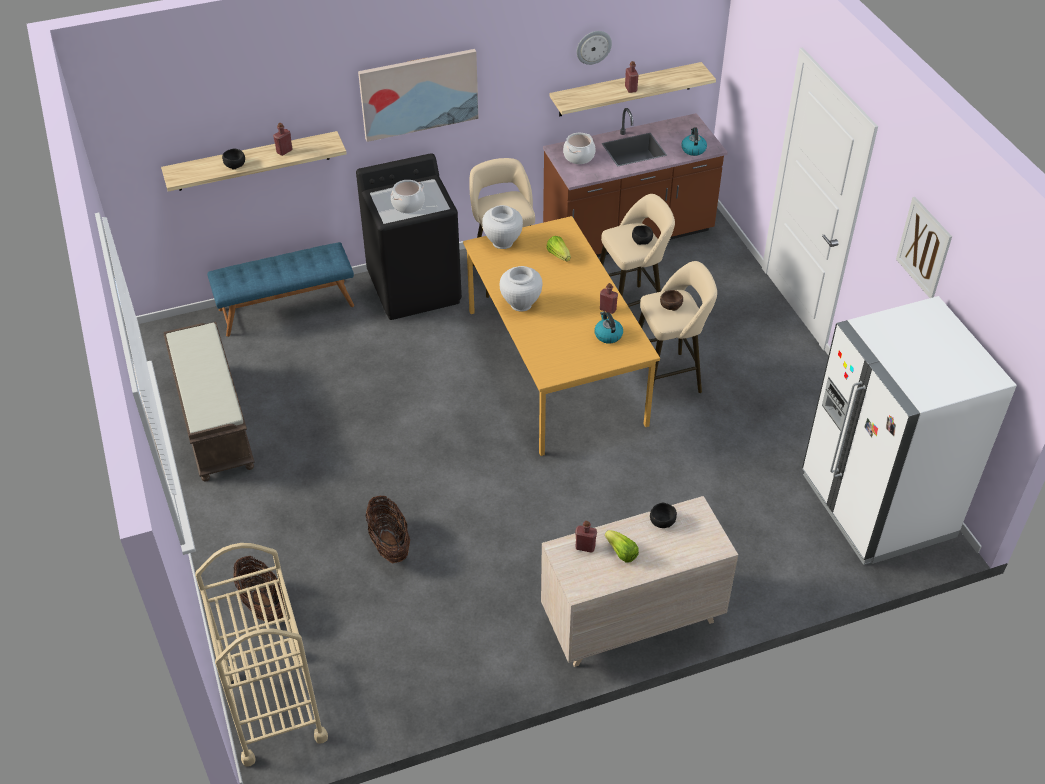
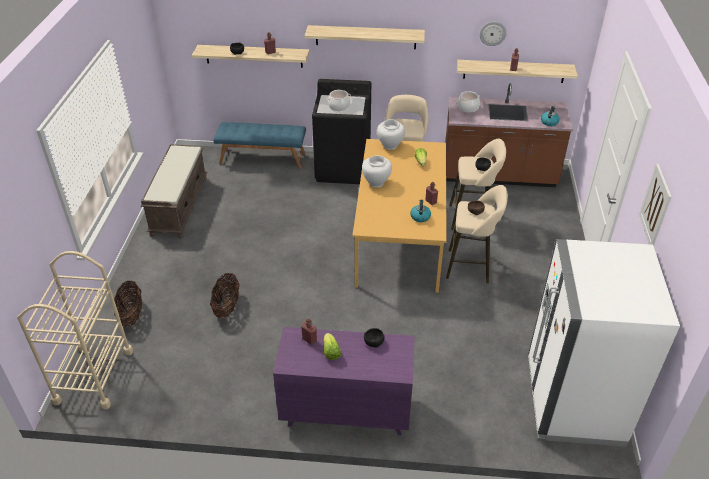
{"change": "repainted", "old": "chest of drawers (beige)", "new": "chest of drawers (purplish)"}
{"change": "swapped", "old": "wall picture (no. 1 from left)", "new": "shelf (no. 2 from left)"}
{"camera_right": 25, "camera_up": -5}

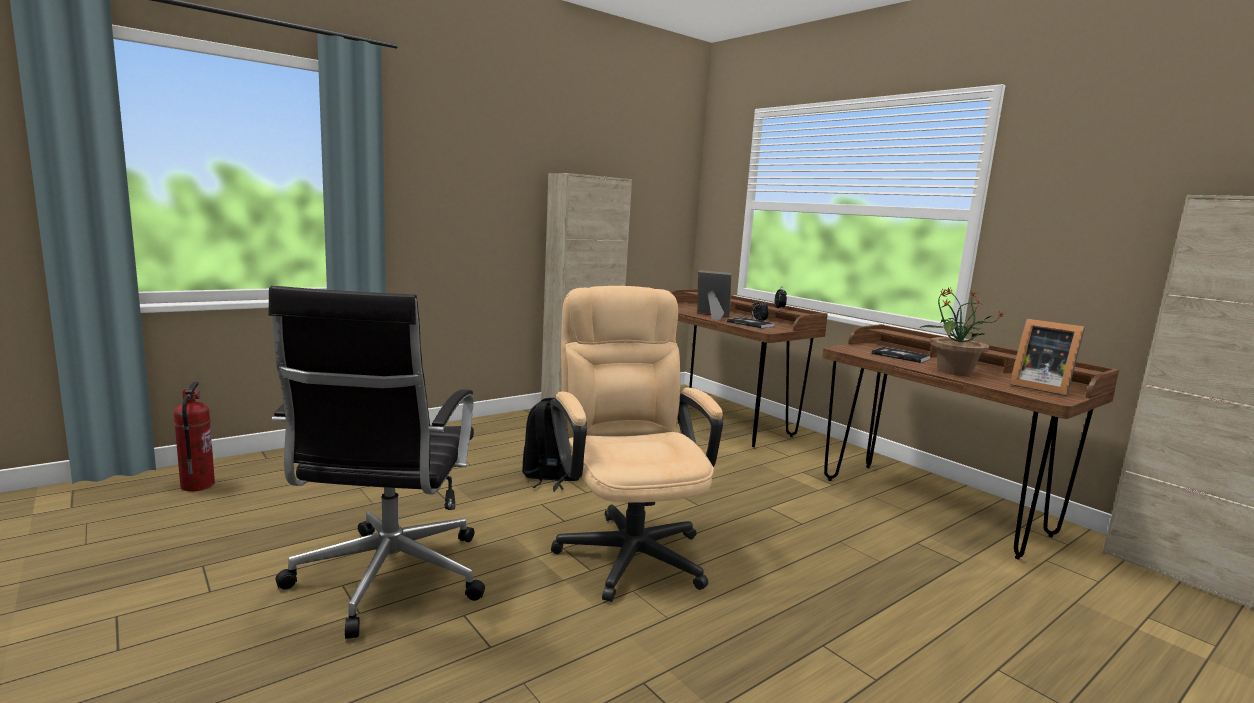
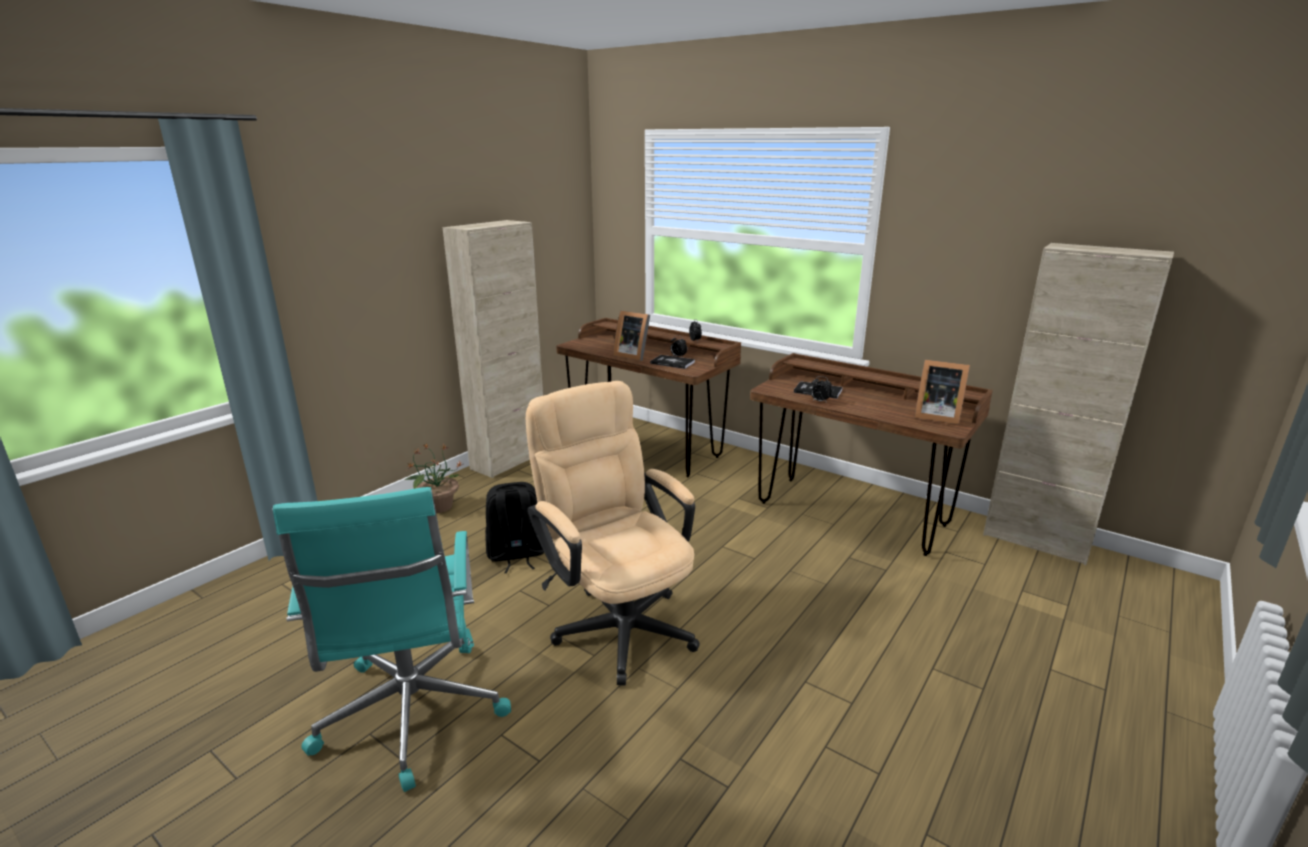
{"change": "repainted", "old": "desk chair (black)", "new": "desk chair (blue-green)"}
{"change": "shifted", "old": "houseplant"}
{"change": "rotated", "old": "standing frame (no. 1 from left)", "degrees": -150}
{"change": "new", "new": "table clock (no. 3 from left)"}
{"change": "gone", "old": "extinguisher"}
{"camera_right": -15, "camera_up": 10}

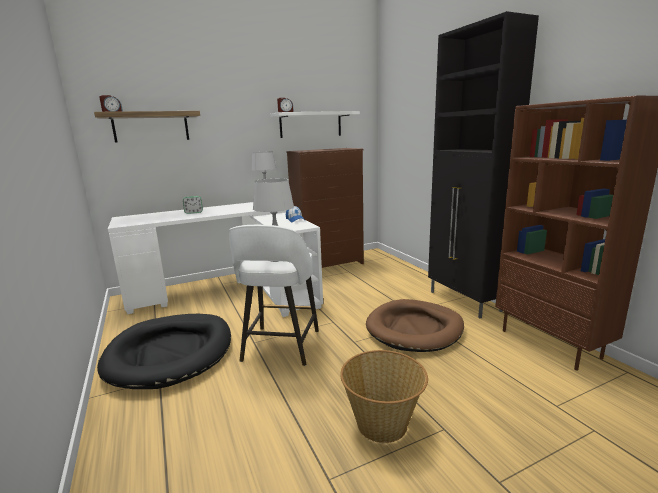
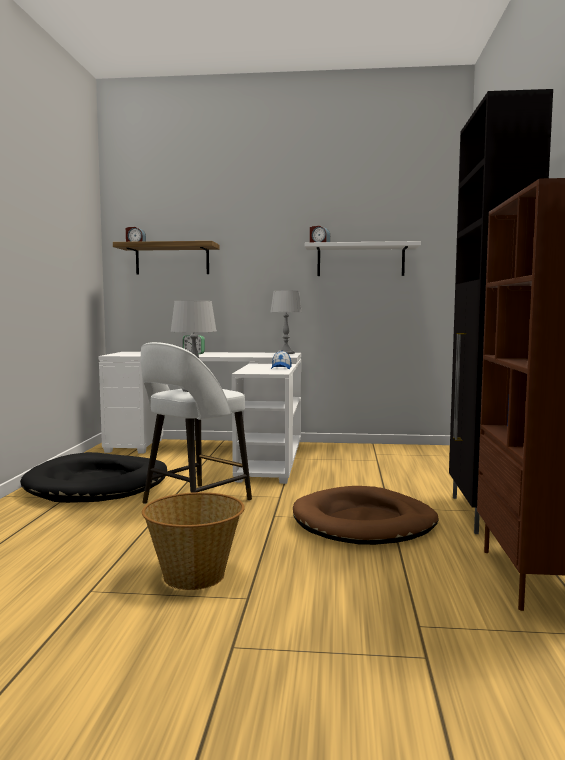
{"change": "gone", "old": "chest of drawers (brown-coloured)"}
{"camera_right": 30, "camera_up": -10}

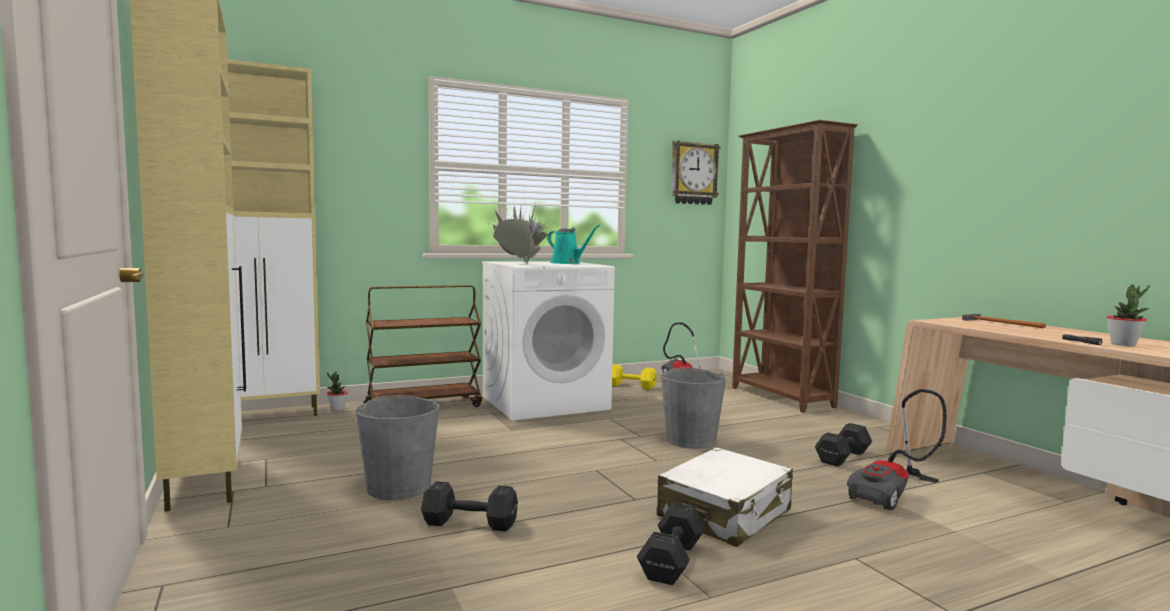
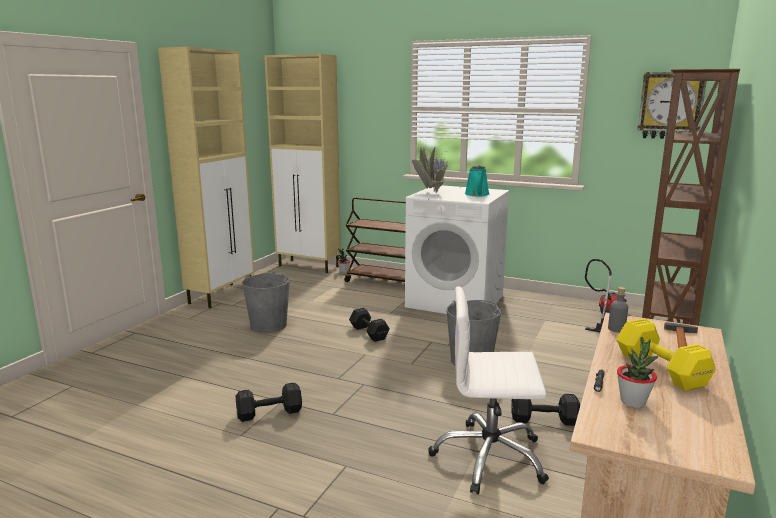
{"change": "shifted", "old": "hand weight (black) (no. 1 from left in the first image)", "new": "hand weight (black) (no. 2 from left)"}
{"change": "swapped", "old": "hoover (no. 2 from left)", "new": "desk chair (whitish)"}
{"change": "new", "new": "bottle (gray)"}
{"change": "shifted", "old": "hand weight (yellowish)"}
{"change": "gone", "old": "piece of luggage (whitish)"}
{"camera_right": 50, "camera_up": 10}

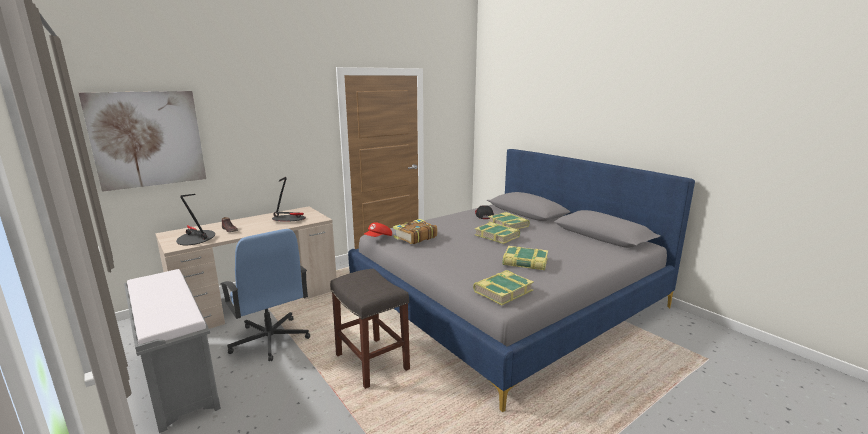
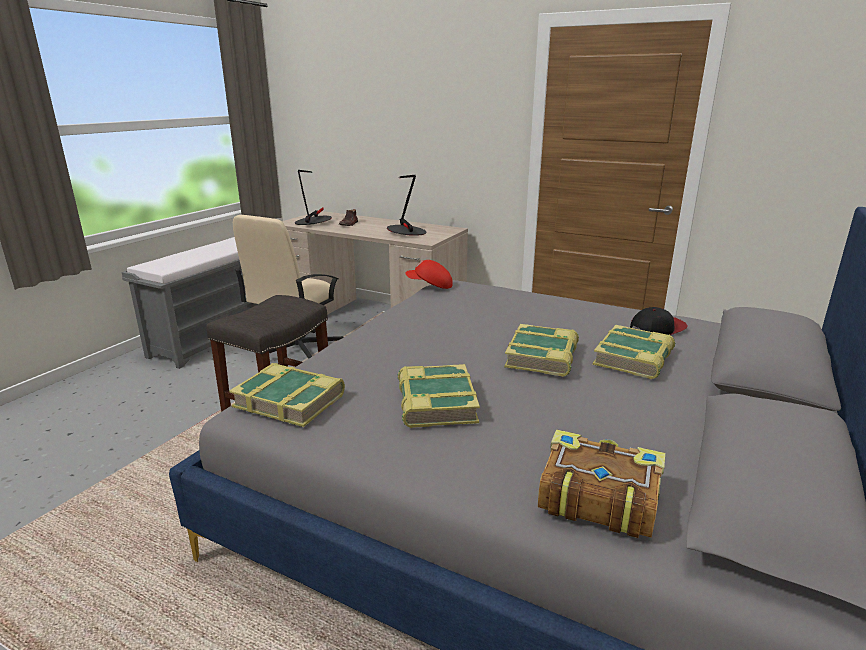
{"change": "repainted", "old": "desk chair (bluish)", "new": "desk chair (beige)"}
{"change": "shifted", "old": "book (no. 1 from left in the first image)", "new": "book (no. 4 from left)"}
{"change": "gone", "old": "wall picture"}
{"camera_right": 65, "camera_up": 5}

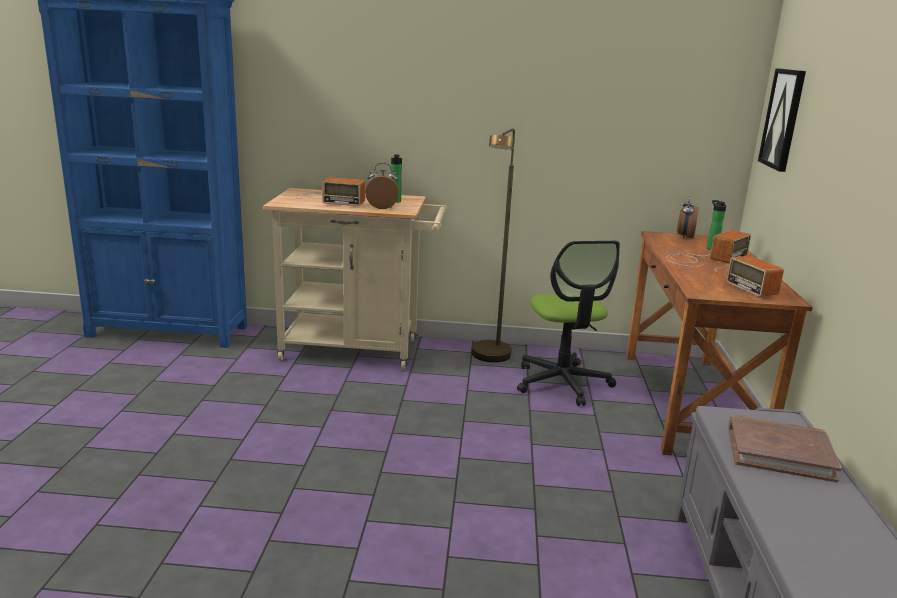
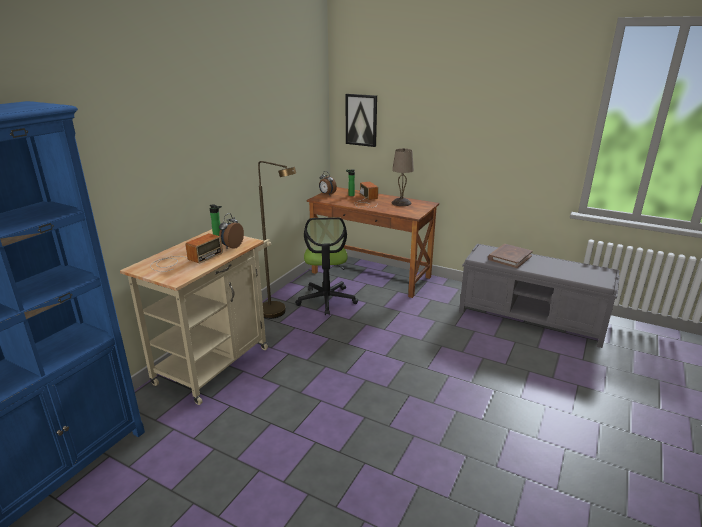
{"change": "rotated", "old": "desk chair", "degrees": 75}
{"change": "swapped", "old": "radio receiver (no. 3 from left)", "new": "lamp for a table (beige)"}
{"camera_right": -65, "camera_up": 5}

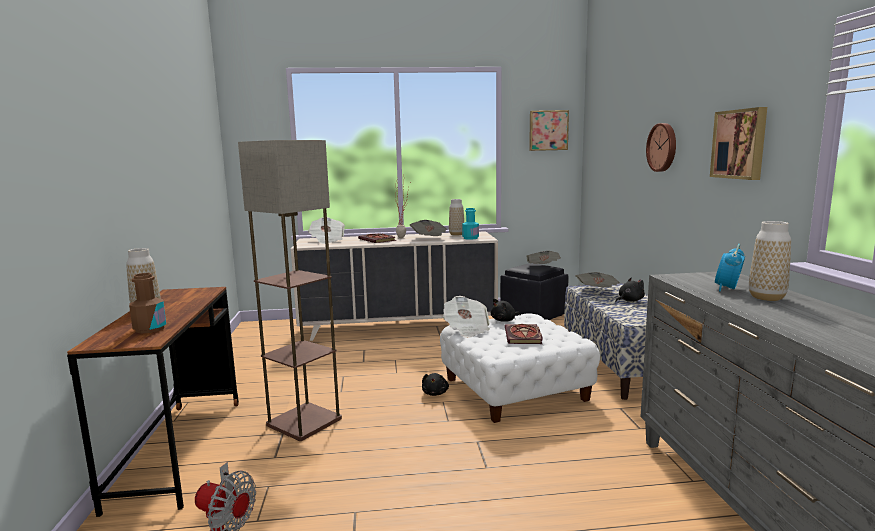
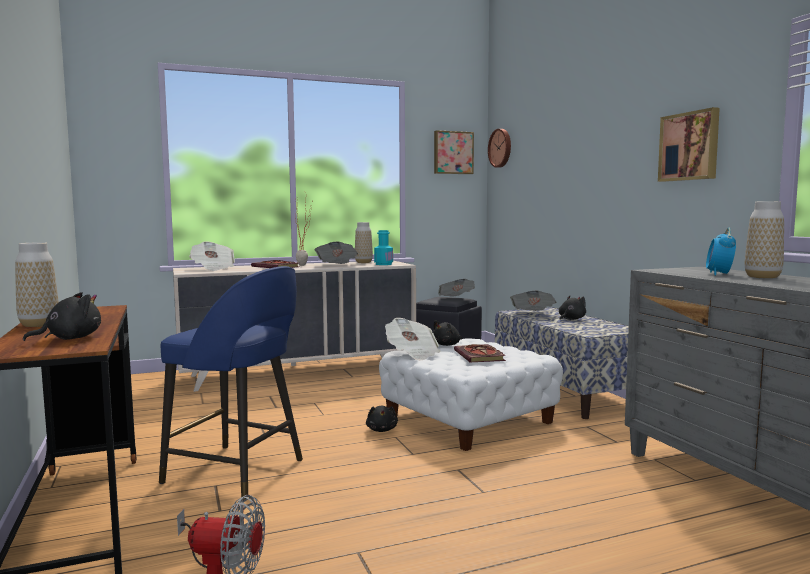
{"change": "swapped", "old": "bottle (brown-coloured)", "new": "cuddly toy (black) (no. 1 from left)"}
{"change": "swapped", "old": "standard lamp", "new": "sitting stool (bluish)"}
{"change": "shifted", "old": "clock on the wall"}
{"camera_right": -15, "camera_up": -5}

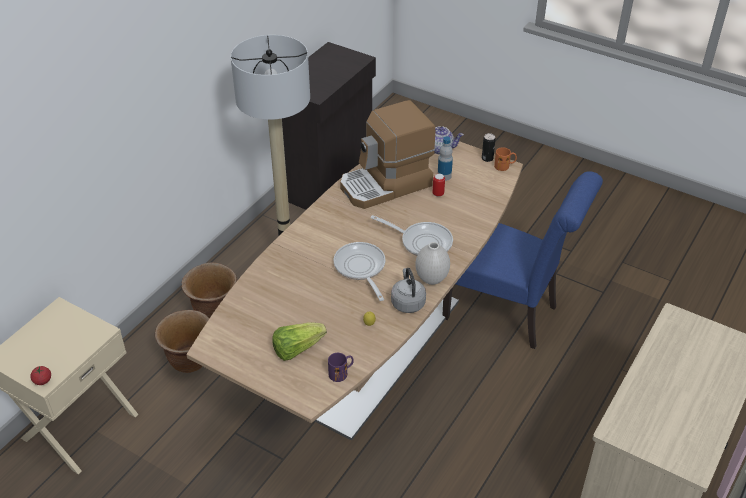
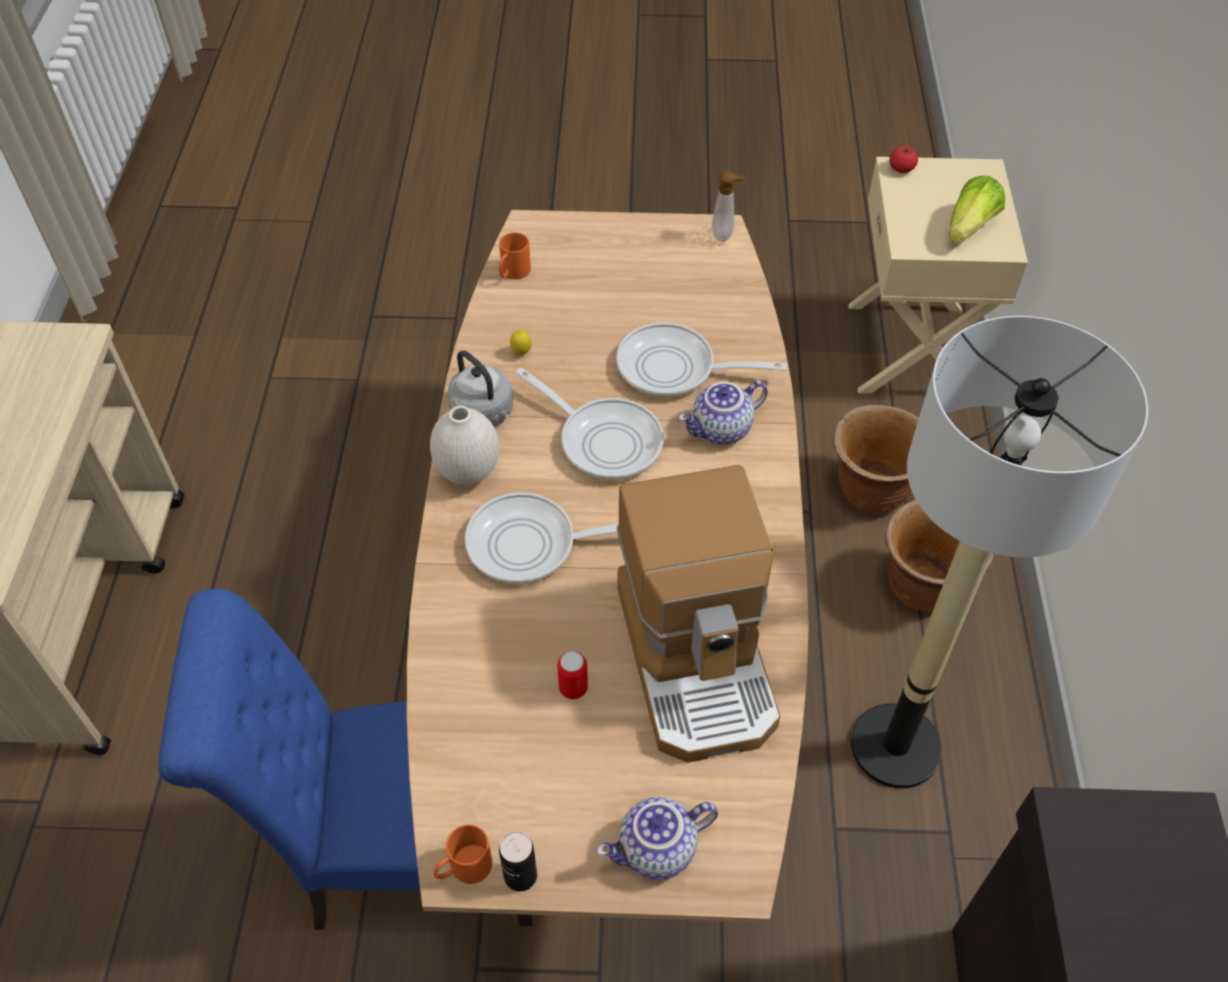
{"change": "repainted", "old": "coffee mug (purplish)", "new": "coffee mug (orangey) (no. 2 from left)"}
{"change": "new", "new": "pan (no. 3 from left)"}
{"change": "rotated", "old": "coffee machine", "degrees": 135}
{"change": "new", "new": "pot for tea (no. 2 from left)"}
{"change": "new", "new": "liquid soap bottle"}
{"change": "shifted", "old": "head of lettuce"}
{"change": "gone", "old": "bottle"}
{"camera_right": 150, "camera_up": 10}

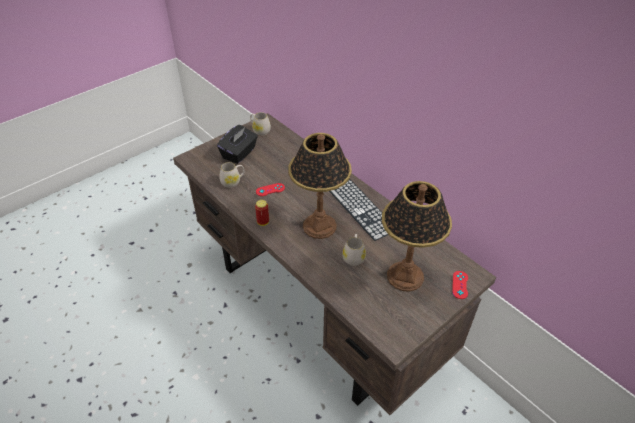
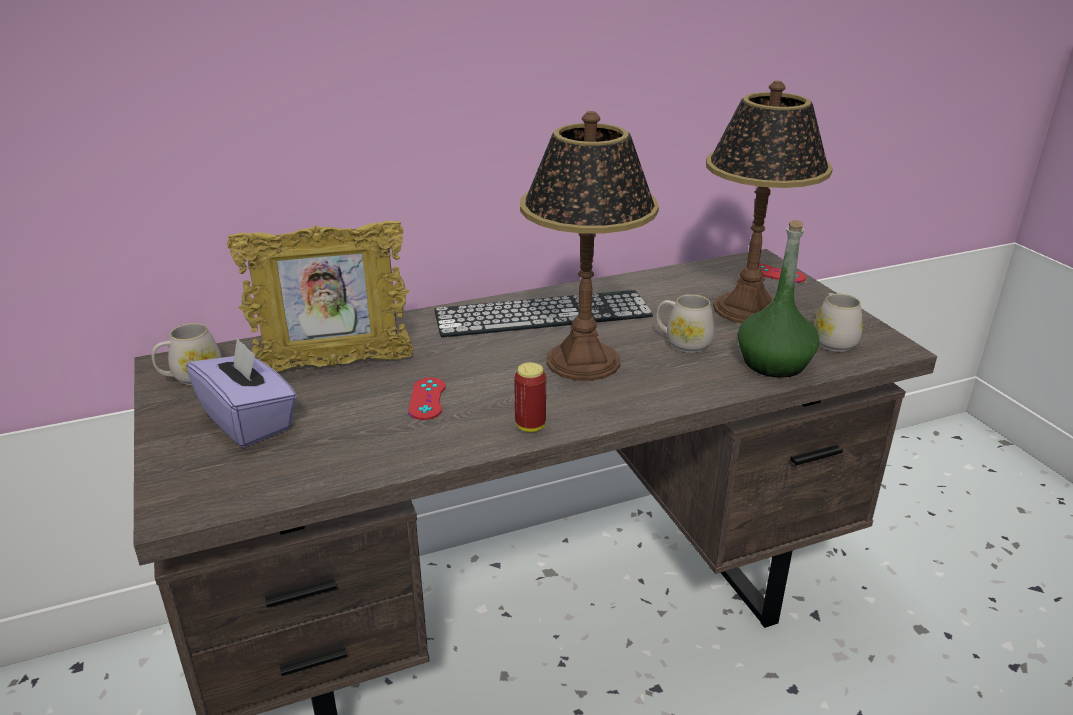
{"change": "repainted", "old": "tissue holder (black)", "new": "tissue holder (purplish)"}
{"change": "new", "new": "standing frame"}
{"change": "new", "new": "bottle (greenish)"}
{"change": "shifted", "old": "coffee mug (whitish) (no. 1 from left in the first image)", "new": "coffee mug (whitish) (no. 3 from left)"}
{"camera_right": -70, "camera_up": -15}

